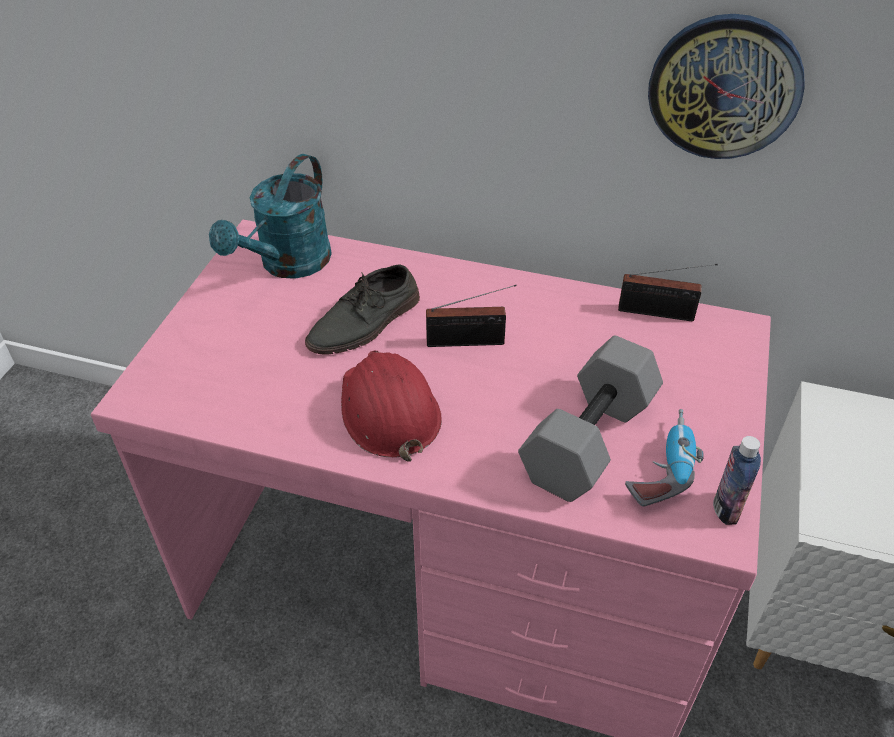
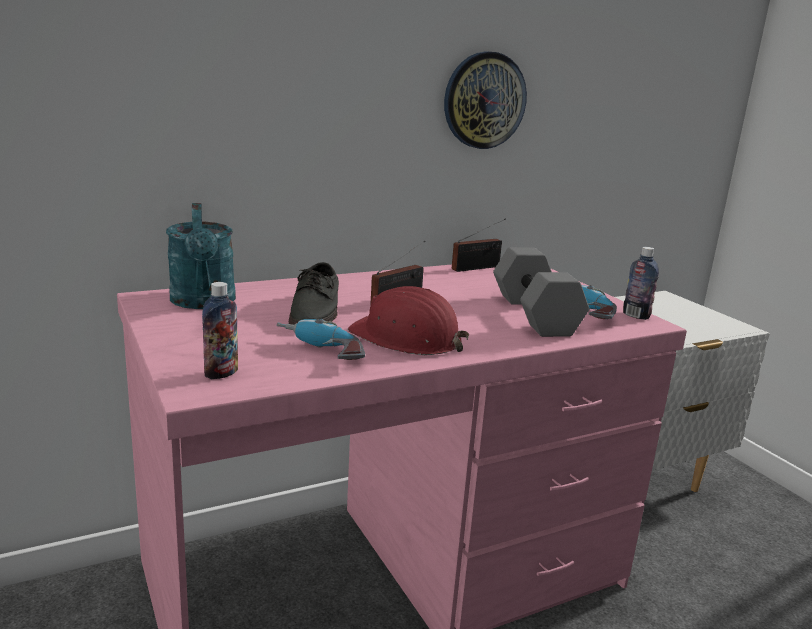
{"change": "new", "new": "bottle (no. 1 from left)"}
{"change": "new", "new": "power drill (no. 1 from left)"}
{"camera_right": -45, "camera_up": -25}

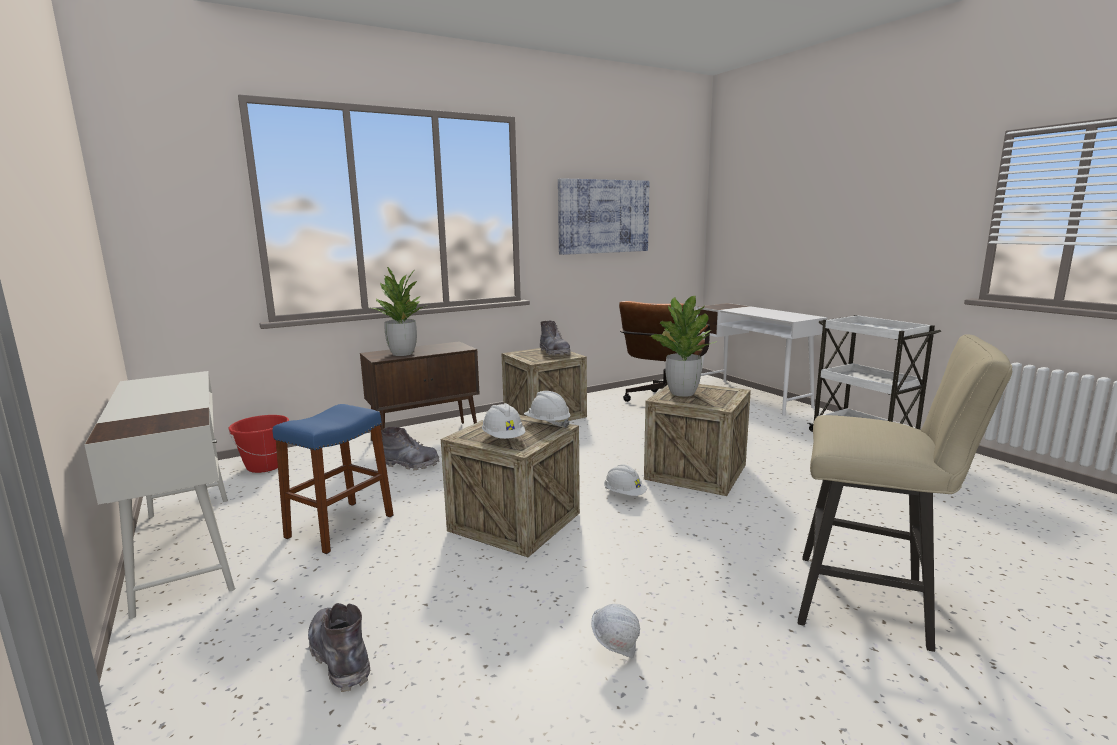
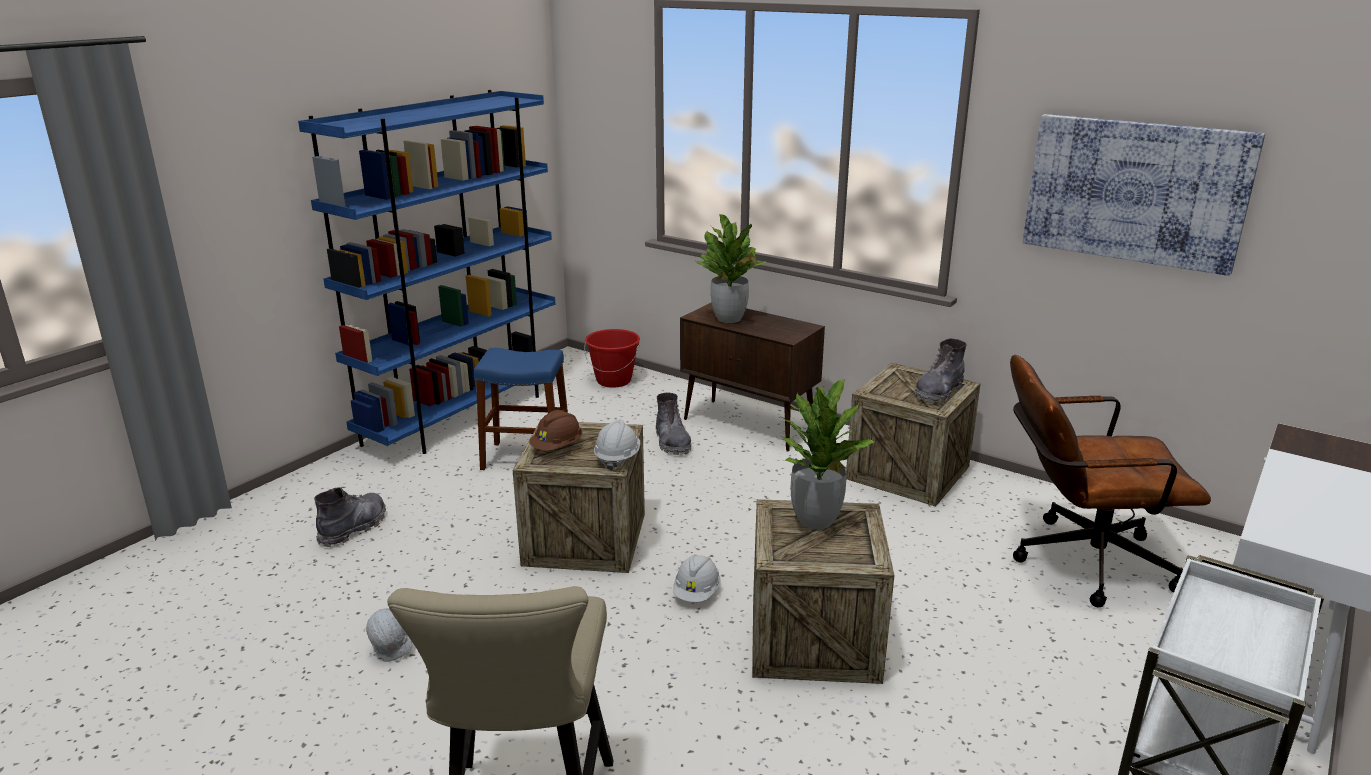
{"change": "swapped", "old": "desk unit (whitish) (no. 1 from left)", "new": "bookcase (bluish)"}
{"change": "repainted", "old": "work helmet (whitish) (no. 1 from left)", "new": "work helmet (brown-coloured)"}
{"camera_right": 65, "camera_up": 10}

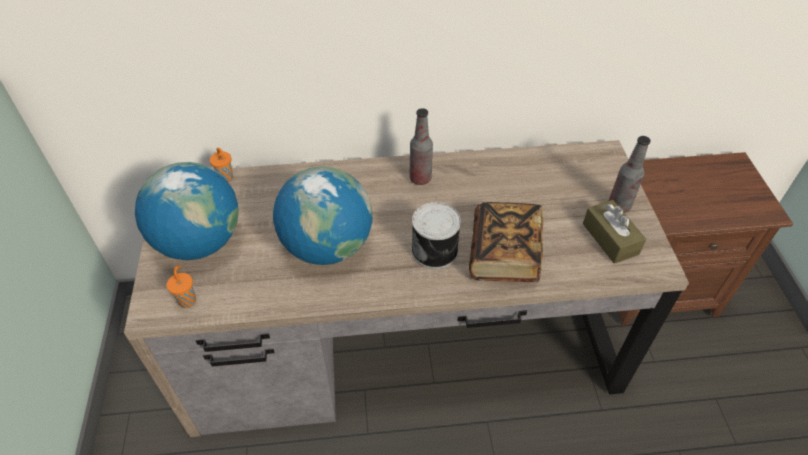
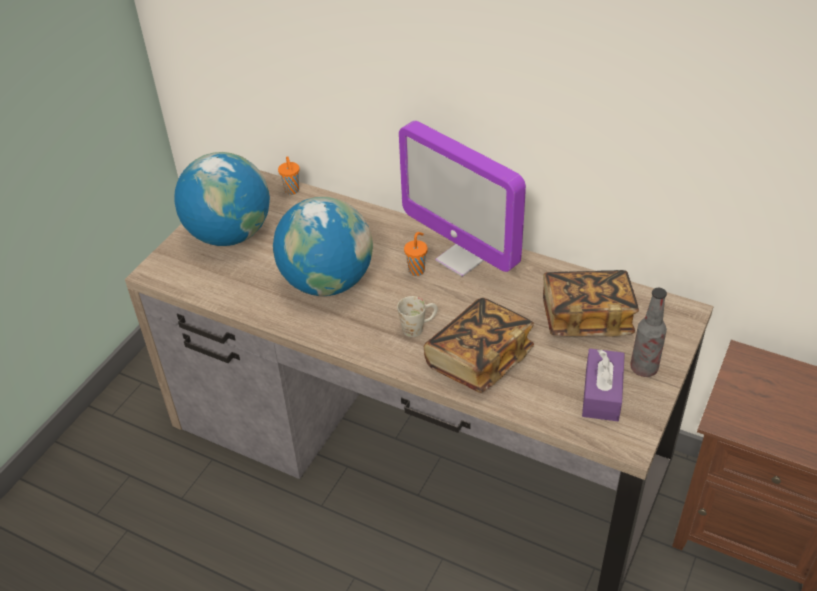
{"change": "swapped", "old": "can", "new": "coffee mug (whitish)"}
{"change": "swapped", "old": "bottle (no. 1 from left)", "new": "computer screen"}
{"change": "shifted", "old": "drinking cup (orangey) (no. 1 from left in the first image)", "new": "drinking cup (orangey) (no. 2 from left)"}
{"change": "new", "new": "book (no. 2 from left)"}
{"change": "repainted", "old": "tissue holder (brown-coloured)", "new": "tissue holder (purplish)"}
{"camera_right": 35, "camera_up": -5}

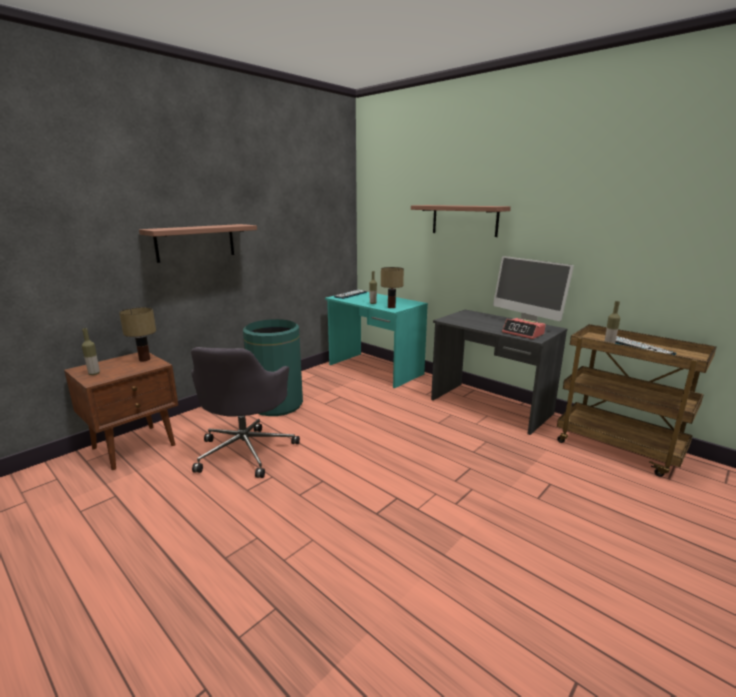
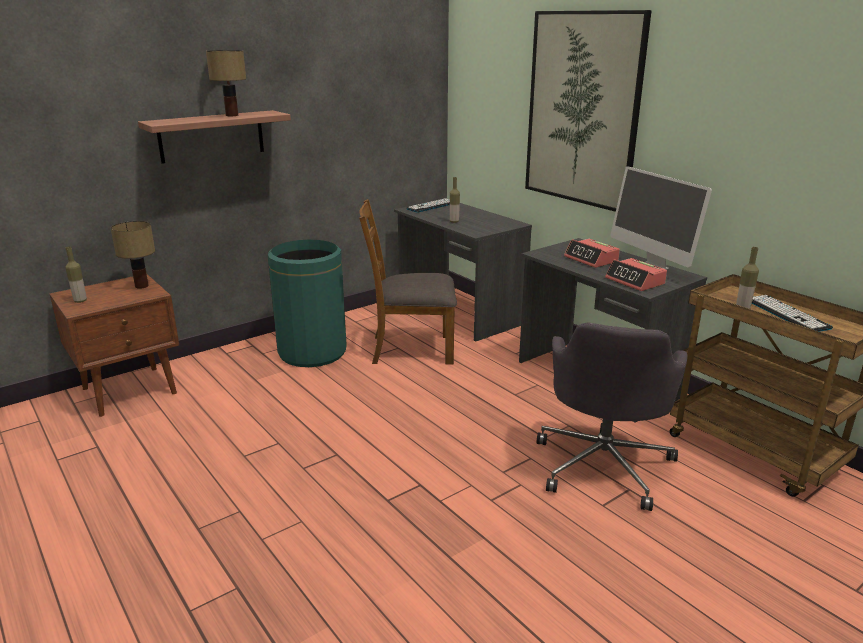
{"change": "shifted", "old": "lamp for a table (no. 2 from left)"}
{"change": "new", "new": "upright chair (brown-coloured)"}
{"change": "repainted", "old": "desk unit (blue-green)", "new": "desk unit (gray) (no. 1 from left)"}
{"change": "swapped", "old": "shelf (no. 2 from left)", "new": "wall picture"}
{"change": "shifted", "old": "desk chair (gray)"}
{"change": "new", "new": "table clock (no. 1 from left)"}
{"camera_right": 10, "camera_up": 5}

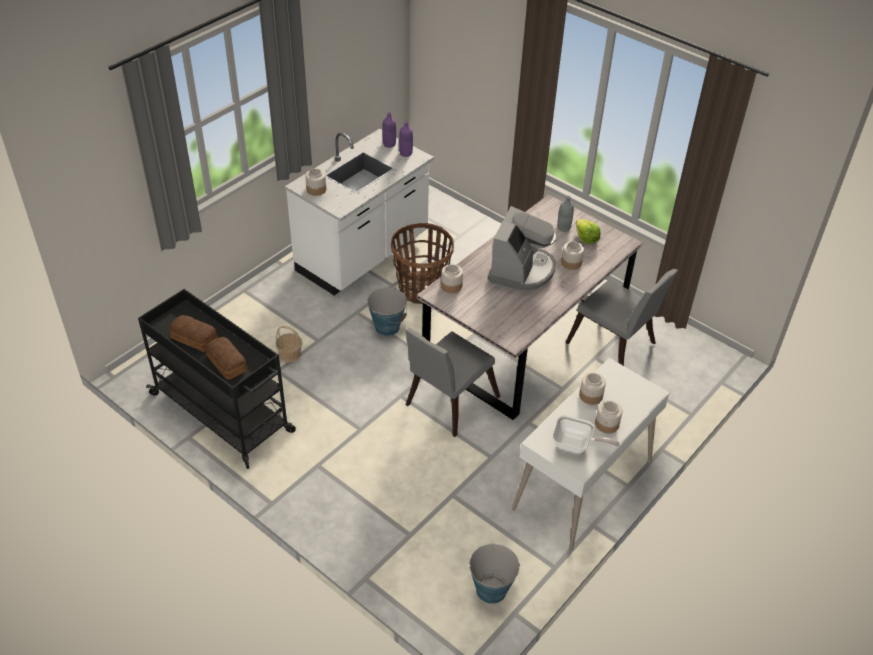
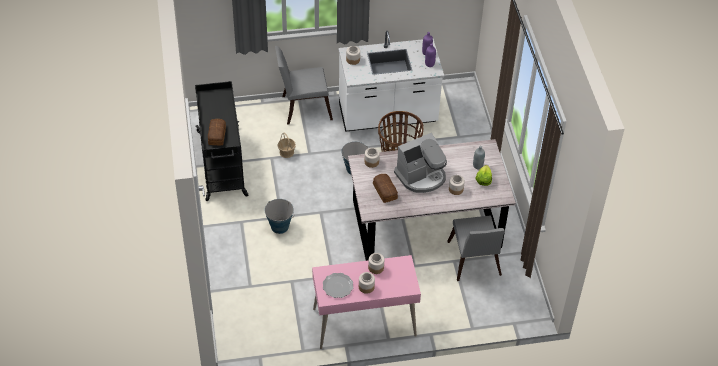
{"change": "shifted", "old": "water bucket (no. 2 from left in the first image)", "new": "water bucket (no. 1 from left)"}
{"change": "shifted", "old": "upright chair (gray) (no. 1 from left)"}
{"change": "repainted", "old": "desk unit (whitish)", "new": "desk unit (pinkish)"}
{"change": "swapped", "old": "pan", "new": "dinner plate"}
{"change": "shifted", "old": "bread (no. 1 from left in the first image)", "new": "bread (no. 2 from left)"}
{"camera_right": 40, "camera_up": 5}

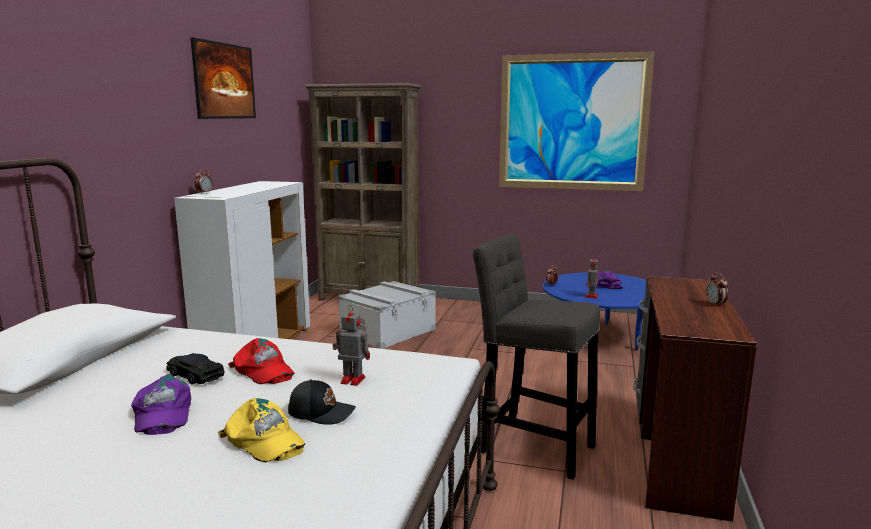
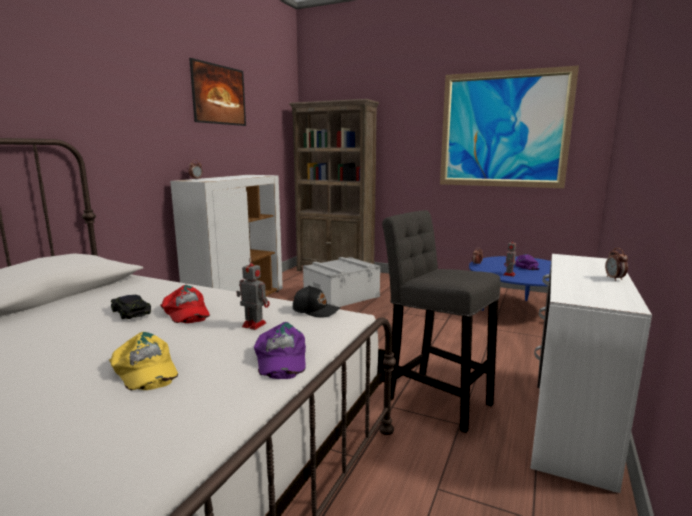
{"change": "shifted", "old": "baseball cap (purplish) (no. 1 from left)"}
{"change": "shifted", "old": "baseball cap (black)"}
{"change": "repainted", "old": "desk unit (brown-coloured)", "new": "desk unit (whitish)"}
{"camera_right": 10, "camera_up": 0}

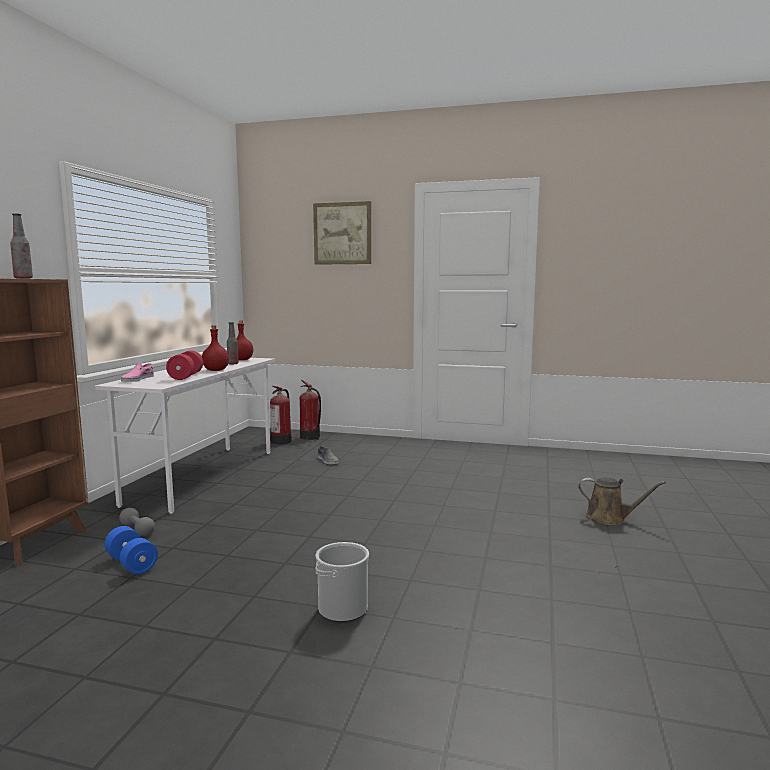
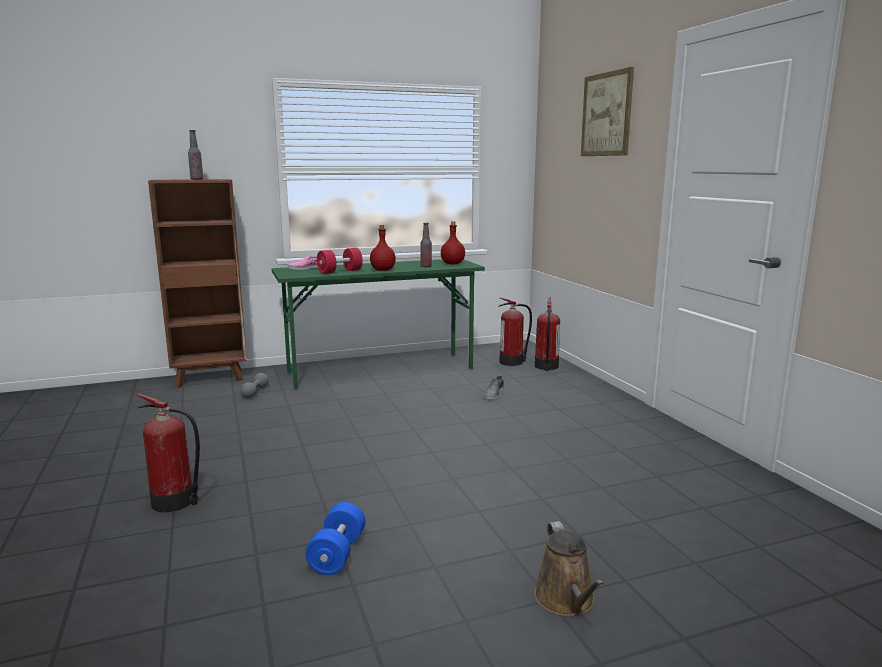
{"change": "swapped", "old": "water bucket", "new": "extinguisher (no. 1 from left)"}
{"change": "repainted", "old": "desk unit (whitish)", "new": "desk unit (greenish)"}
{"change": "shifted", "old": "hand weight (bluish)"}
{"camera_right": 55, "camera_up": 5}

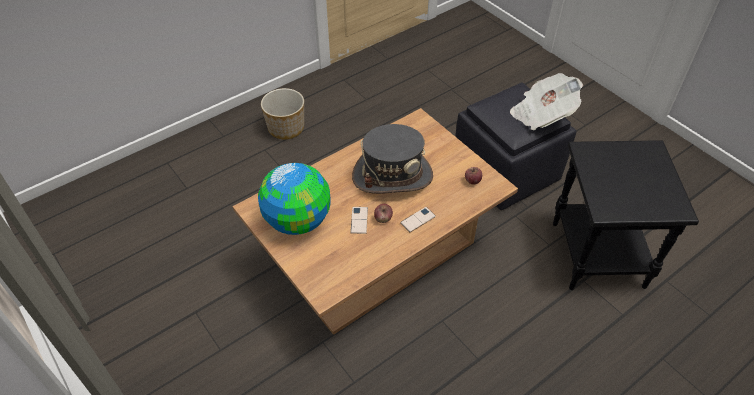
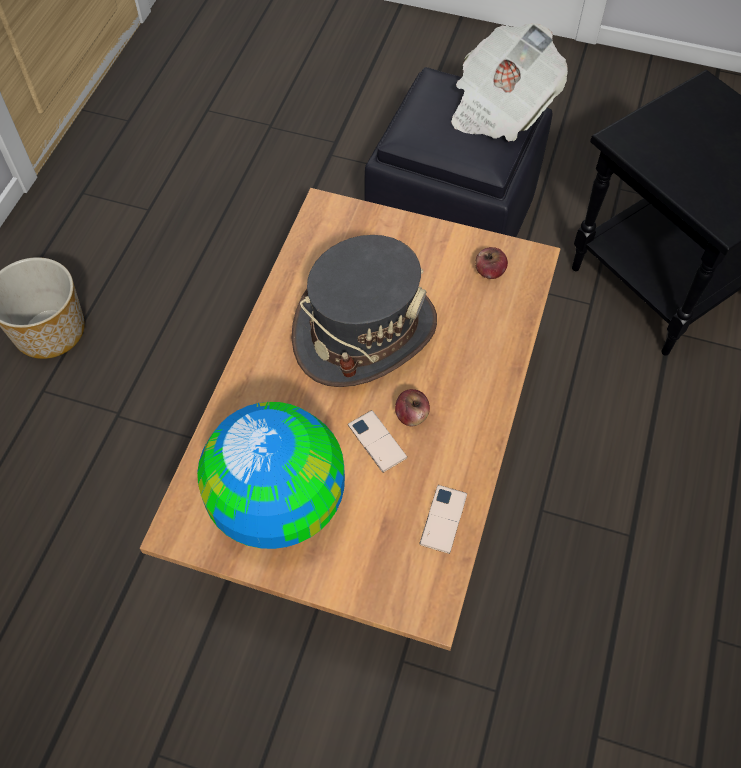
{"change": "shifted", "old": "phone (no. 2 from left)"}
{"camera_right": -35, "camera_up": 10}

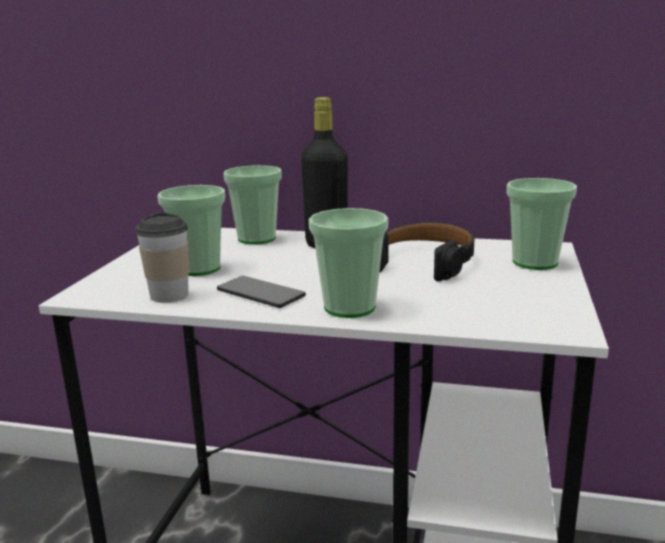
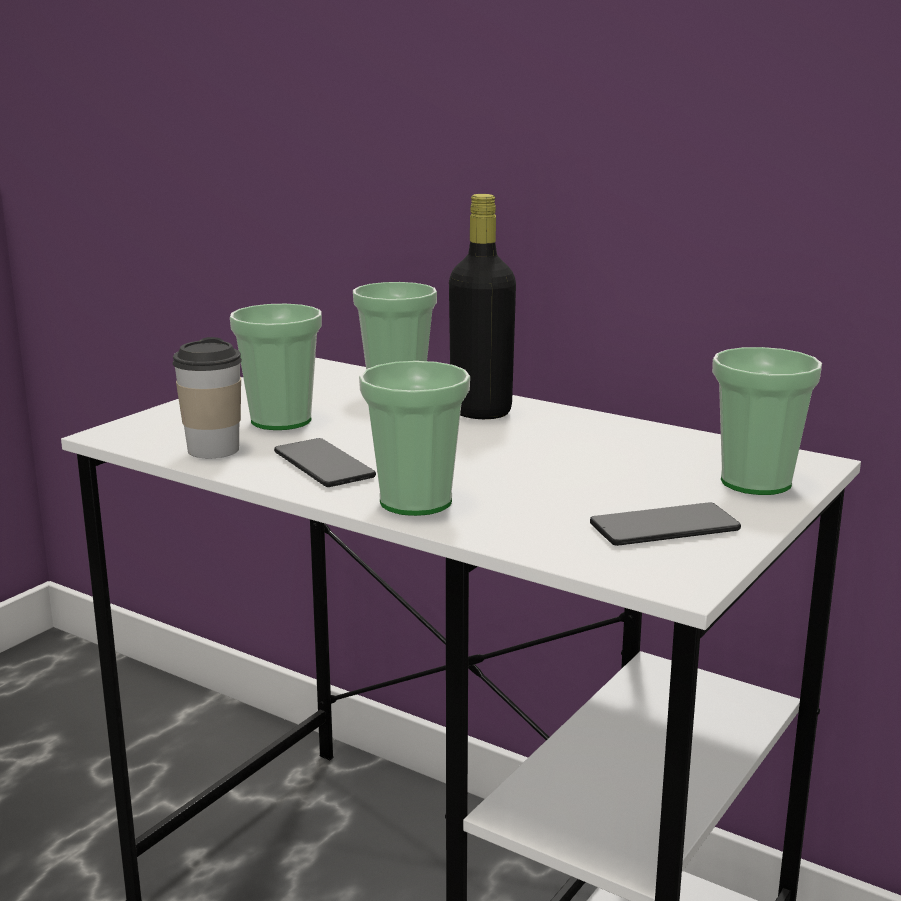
{"change": "new", "new": "phone (no. 2 from left)"}
{"change": "gone", "old": "pair of headphones (black)"}
{"camera_right": 20, "camera_up": 0}

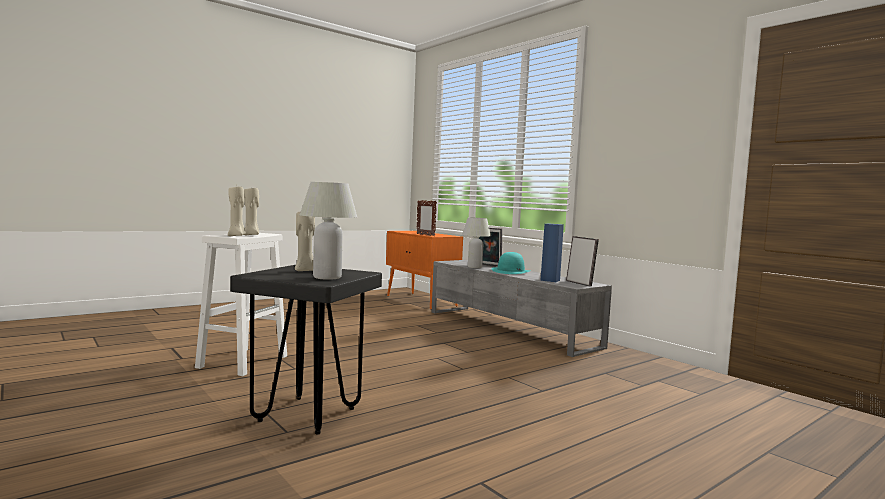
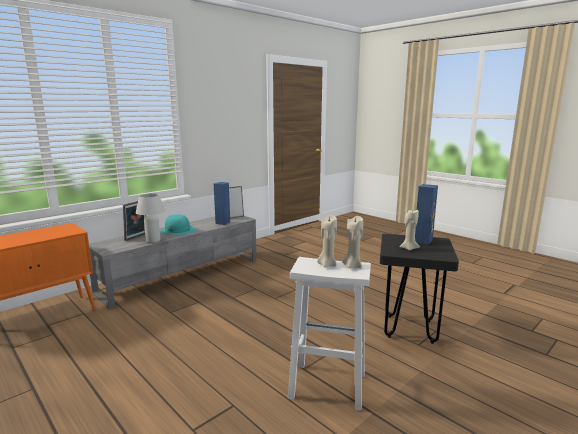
{"change": "swapped", "old": "lamp for a table (whitish) (no. 1 from left)", "new": "speaker (bluish) (no. 2 from left)"}
{"change": "gone", "old": "standing frame (no. 1 from left)"}
{"camera_right": -95, "camera_up": 10}

